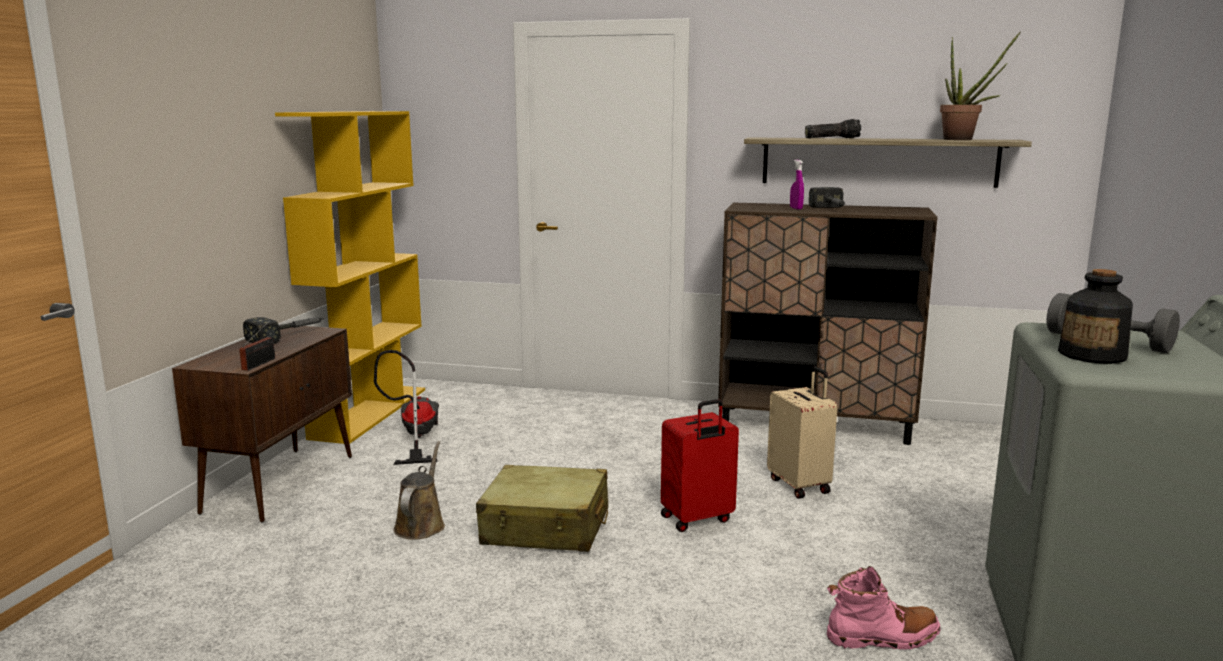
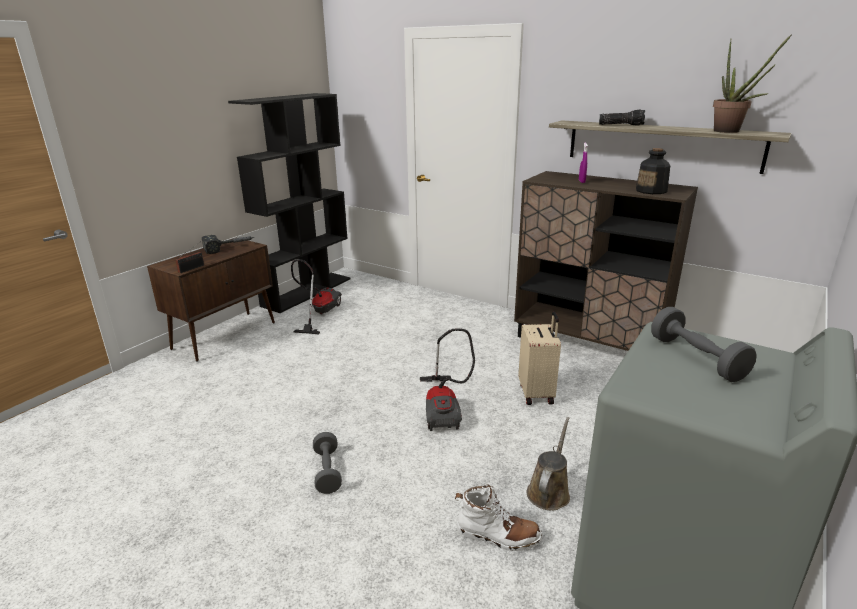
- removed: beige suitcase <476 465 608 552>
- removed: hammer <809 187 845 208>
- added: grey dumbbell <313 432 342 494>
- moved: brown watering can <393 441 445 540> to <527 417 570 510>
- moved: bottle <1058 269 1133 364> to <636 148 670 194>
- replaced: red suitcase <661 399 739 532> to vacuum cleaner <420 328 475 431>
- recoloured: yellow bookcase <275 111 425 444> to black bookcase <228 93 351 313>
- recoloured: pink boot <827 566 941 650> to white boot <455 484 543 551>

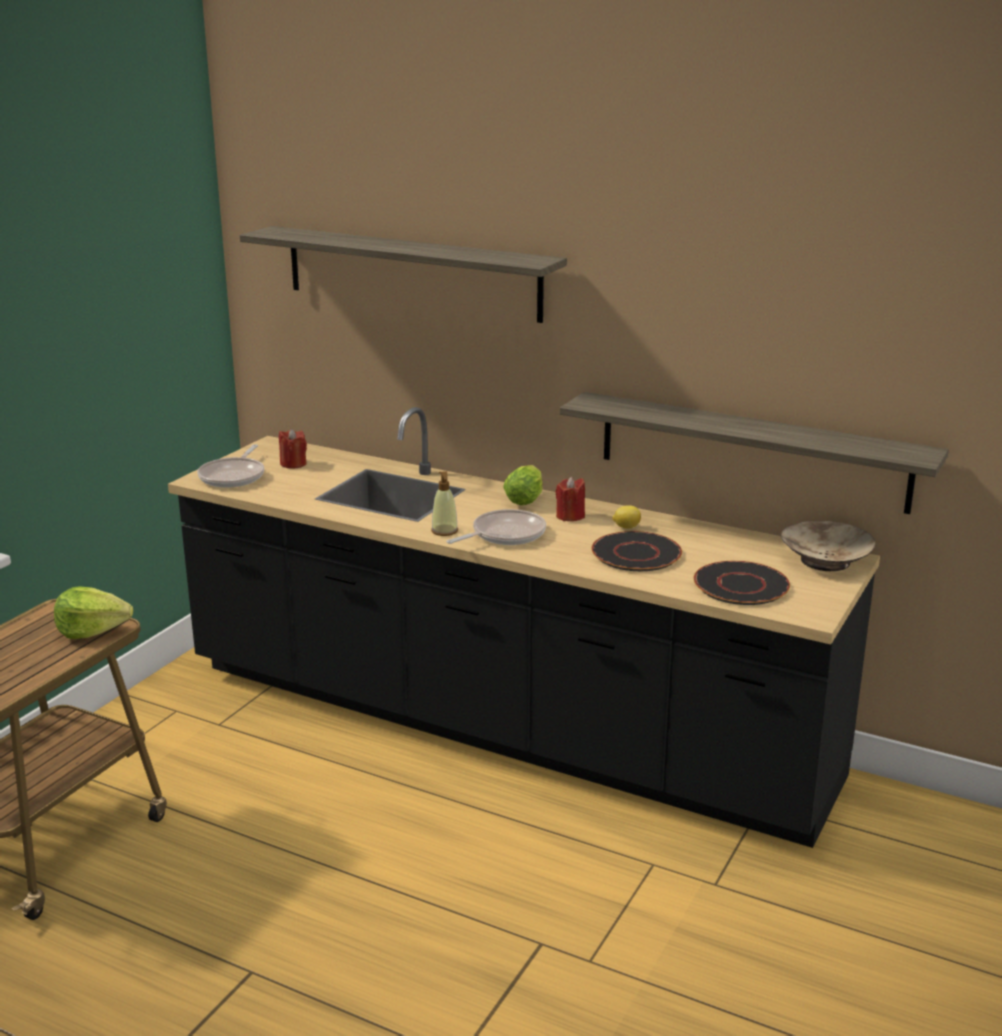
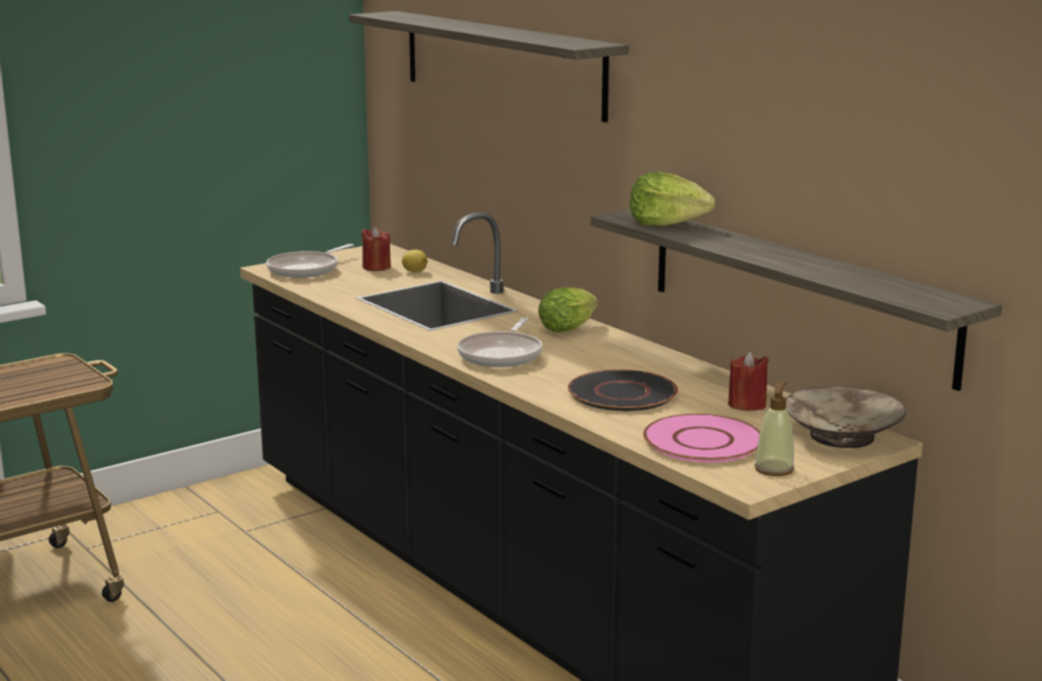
- moved: lettuce <54 586 133 639> to <629 172 715 226>
- moved: soap dispenser <431 471 458 536> to <755 382 794 476>
- moved: red candle <555 476 585 521> to <728 352 769 411>
- moved: lemon <612 505 641 529> to <402 250 427 272>
- recoloured: black plate <693 561 790 605> to pink plate <643 414 760 463>
- turned: frying pan <447 509 546 545> = <457 317 543 367> 120 degrees clockwise

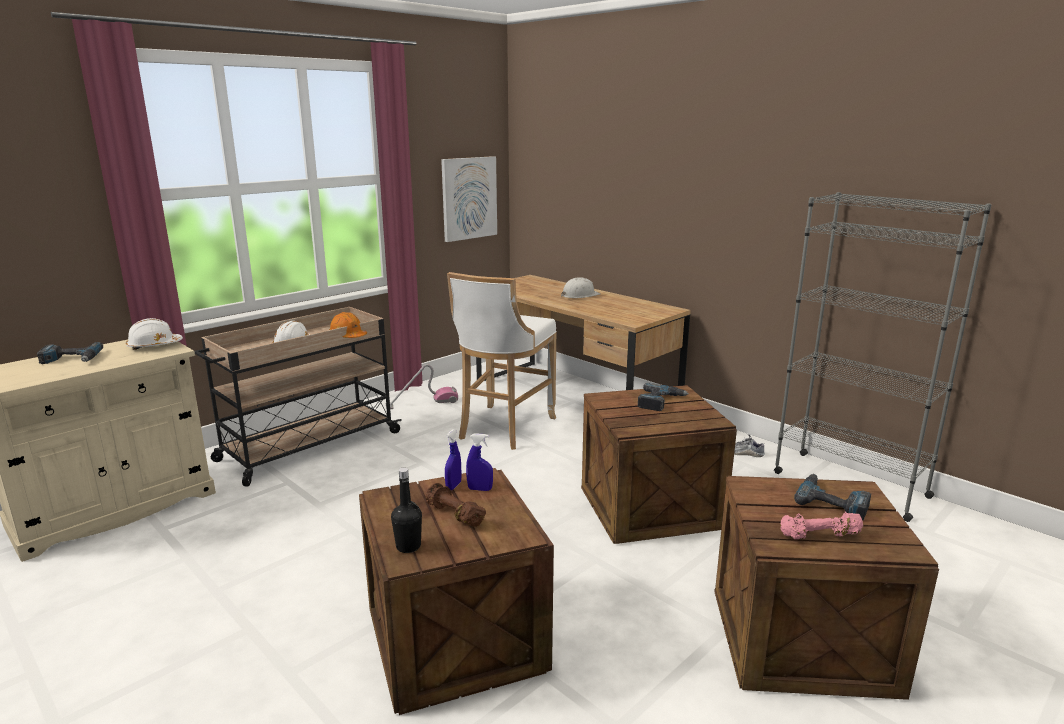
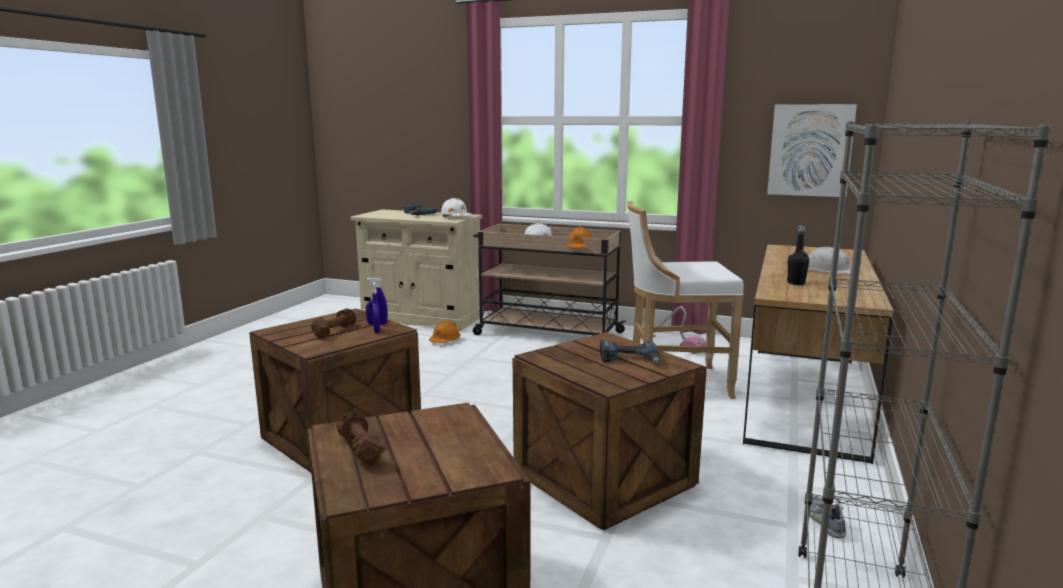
- removed: power drill <794 474 871 520>
- added: orange hard hat <429 321 460 343>
- moved: black bottle <391 468 422 553> to <787 226 809 285>
- recoloured: pink dumbbell <780 512 863 539> to brown dumbbell <336 412 385 465>

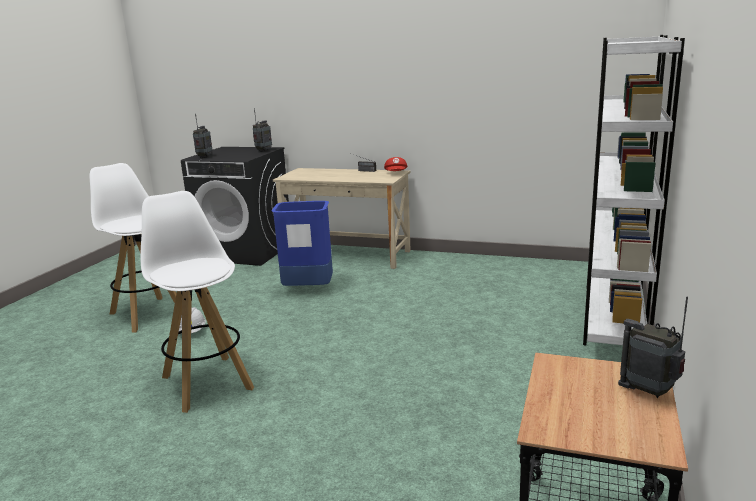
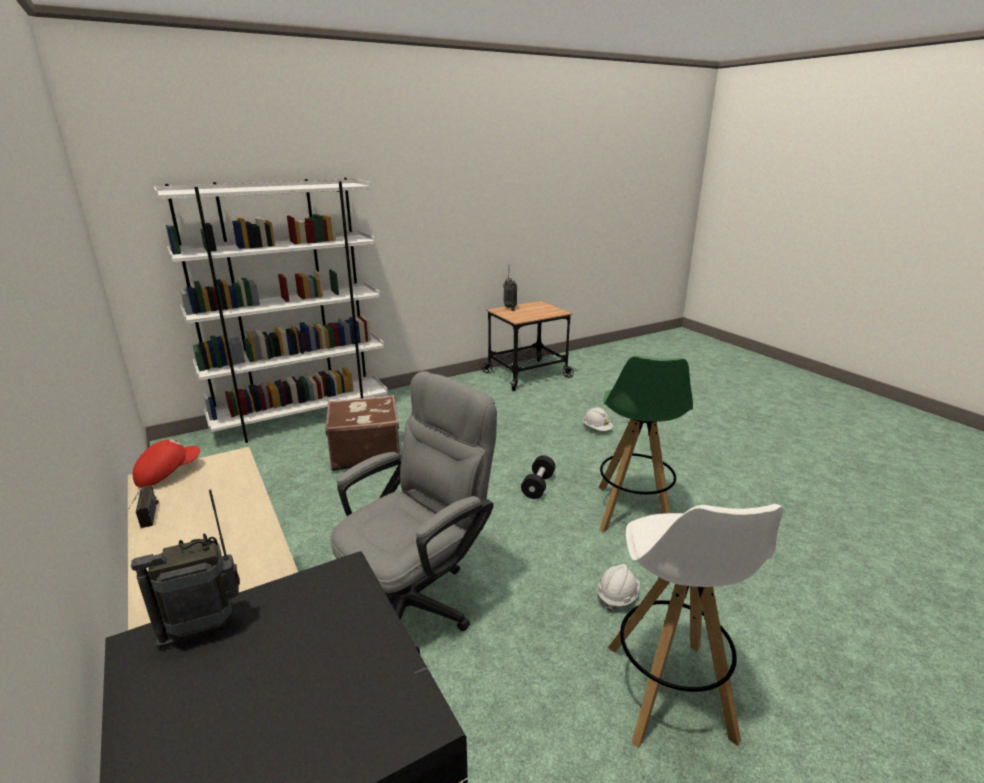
- removed: radio <193 113 213 158>
- added: brown suitcase <325 395 400 471>
- added: black dumbbell <521 455 555 499>
- added: white hard hat <583 407 613 431>
- replaced: blue trash can <271 201 333 286> to grey office chair <330 371 497 631>
- recoloured: white stool <140 191 254 413> to green stool <598 355 693 532>

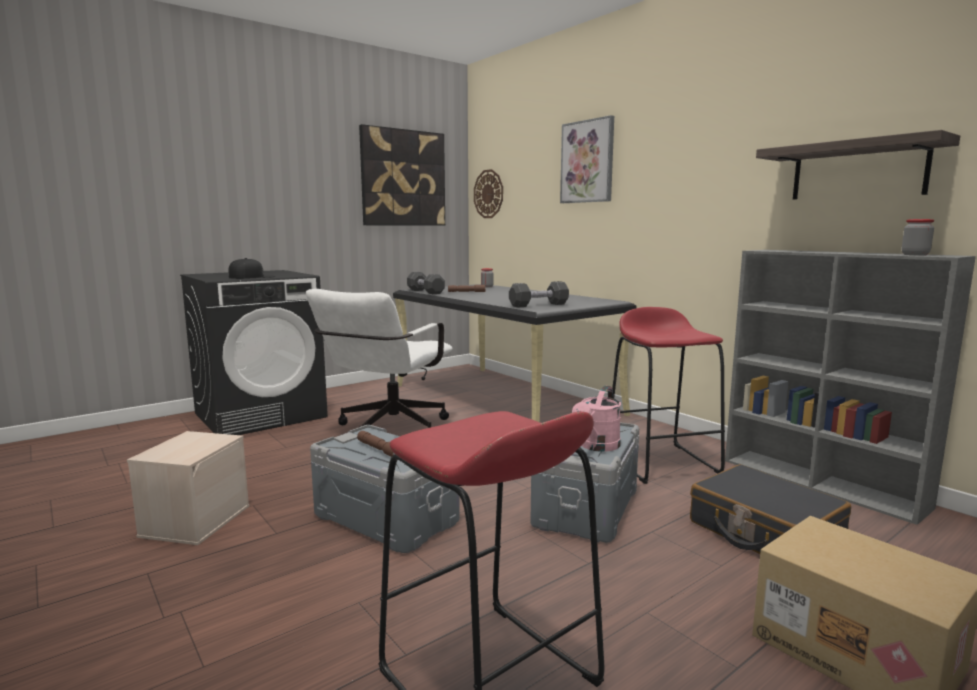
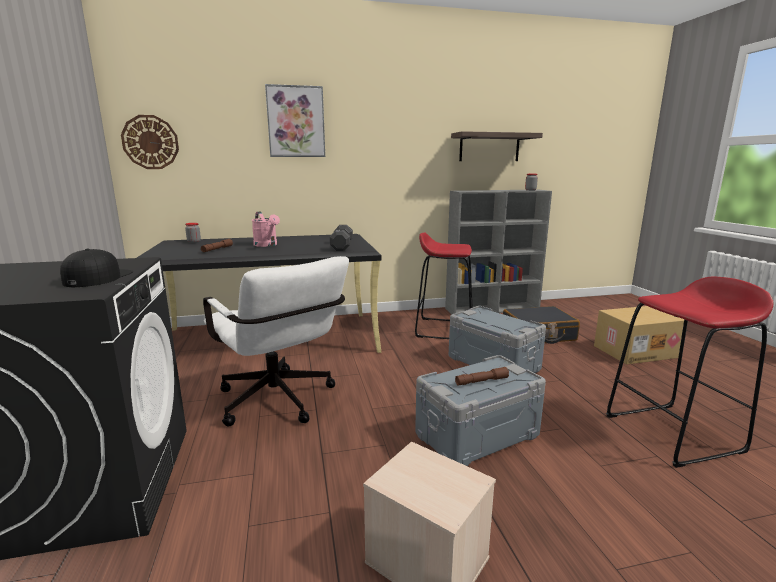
- removed: picture <359 124 445 226>
- removed: black dumbbell <407 272 445 294>
- moved: pink watering can <572 386 621 452> to <252 212 280 247>

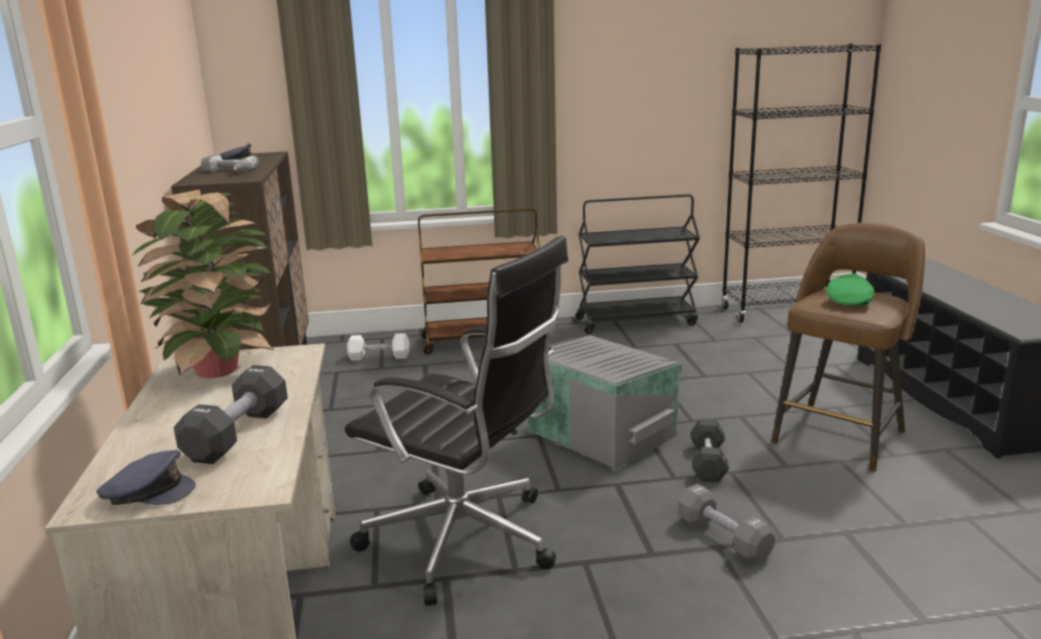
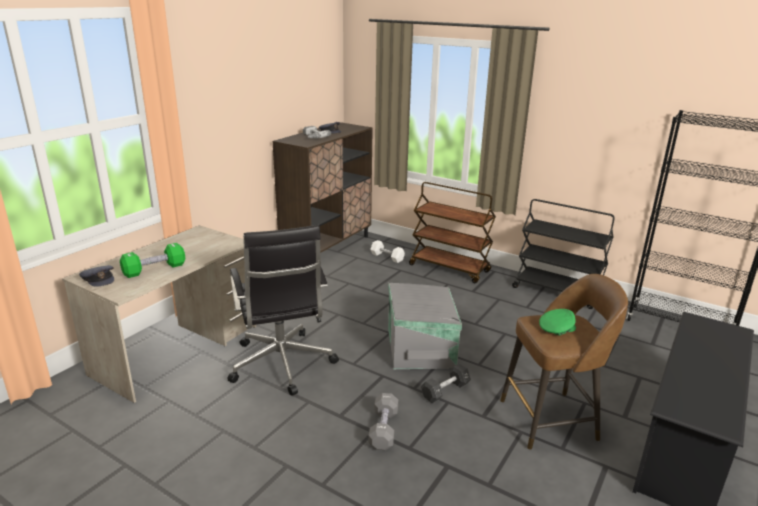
- removed: potted plant <133 190 274 378>
- recoloured: black dumbbell <174 365 288 464> to green dumbbell <120 243 186 278>

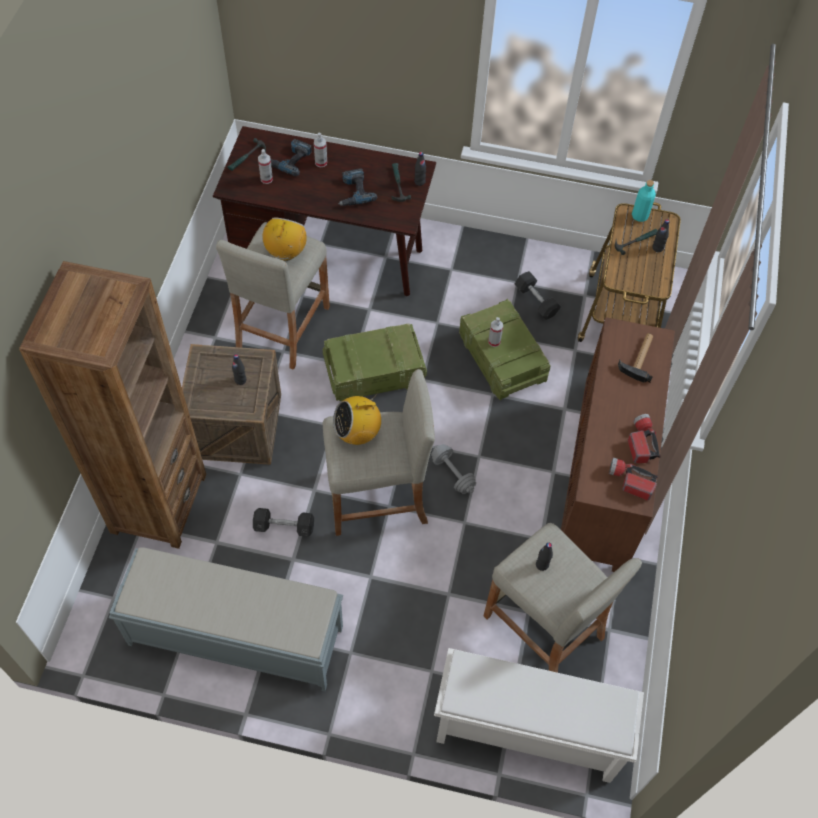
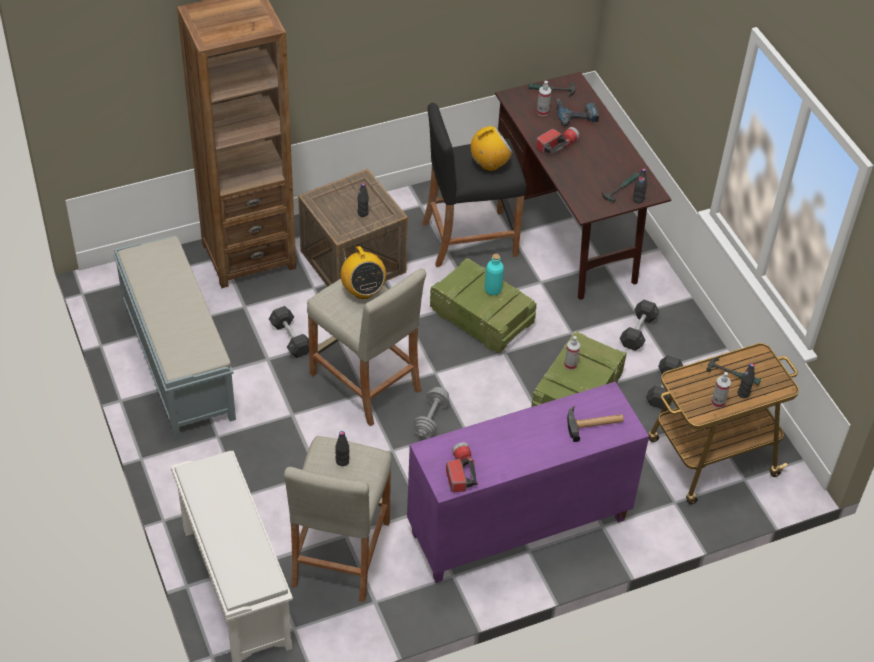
- removed: power drill <338 168 377 206>
- added: grey dumbbell <620 299 659 351>
- moved: spray bottle <314 132 327 168> to <711 372 731 408>
- moved: flashlight <628 414 661 463> to <536 127 579 154>
- moved: turquoise bottle <632 180 656 222> to <485 254 504 295>
- recoloured: beige stool <216 222 330 370> to black stool <422 103 526 267>
- recoloured: brown cabinet <561 317 675 572> to purple cabinet <407 382 649 583>
- turned: radio <333 393 381 445> = <341 246 386 299> 150 degrees counterclockwise

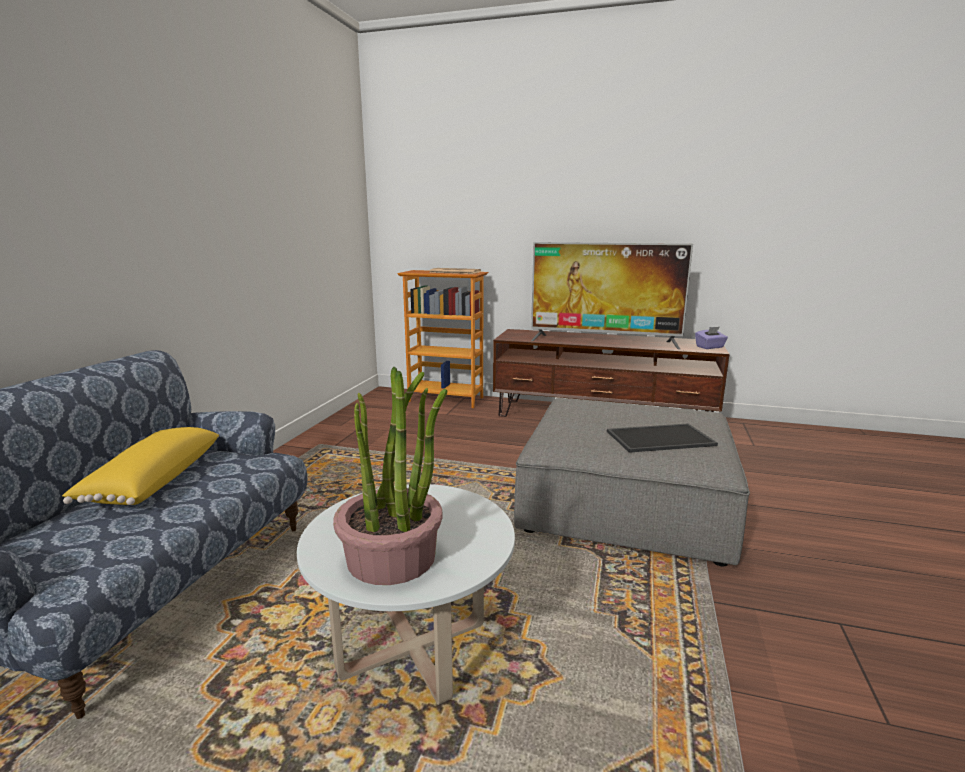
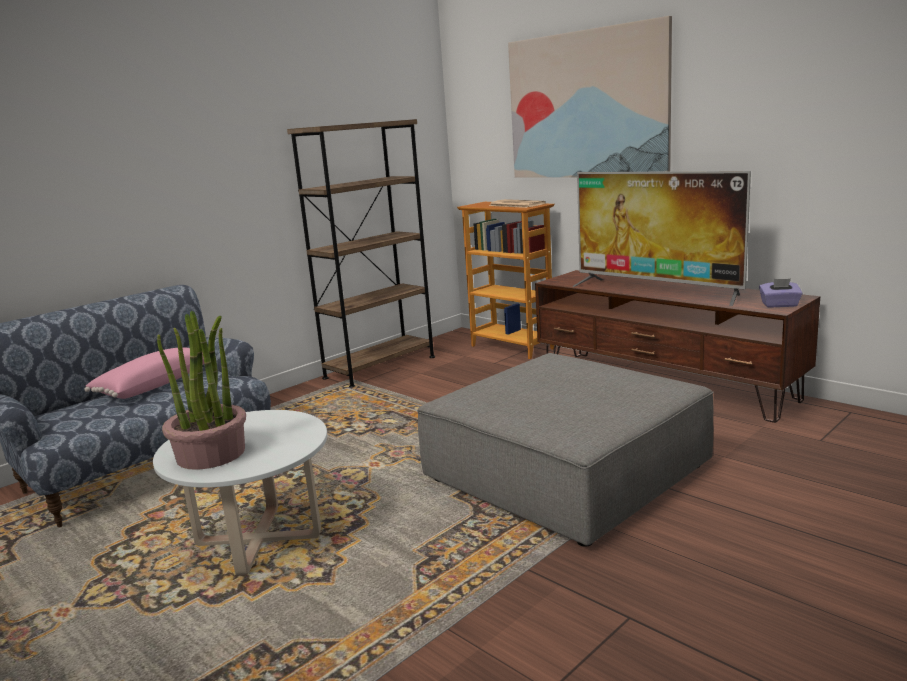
- removed: tray <607 424 718 453>
- added: brown bookcase <287 119 435 387>
- added: picture <508 16 672 178>
- recoloured: yellow pillow <62 427 219 505> to pink pillow <84 347 205 399>

